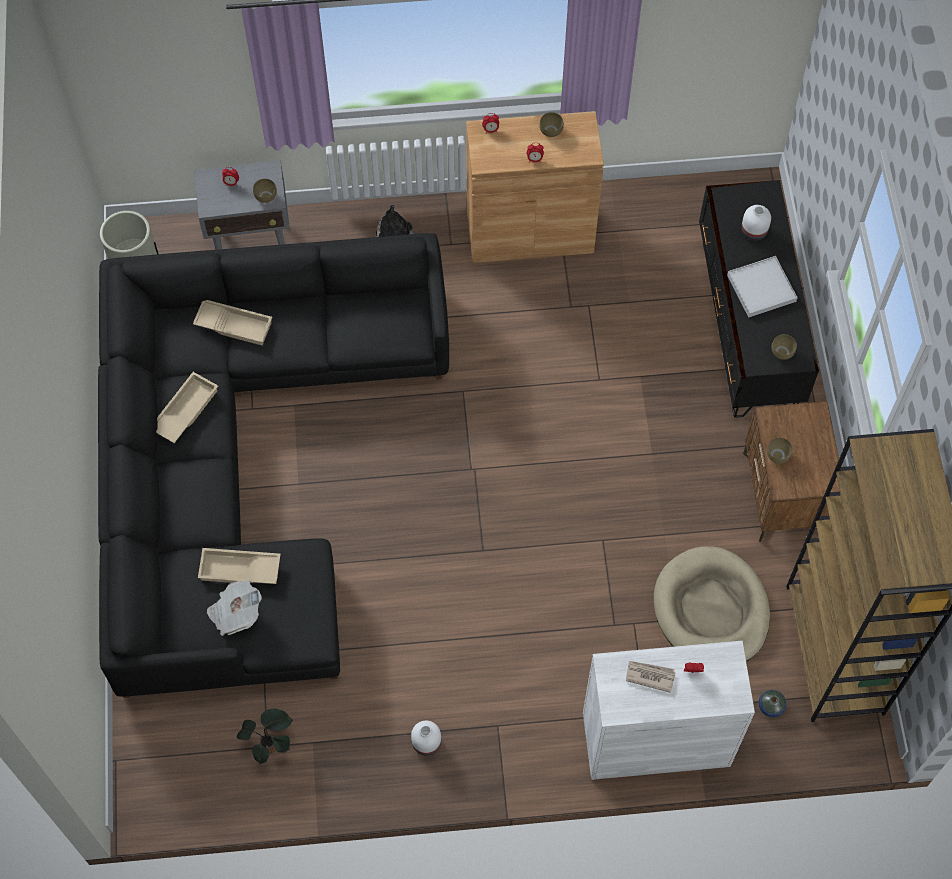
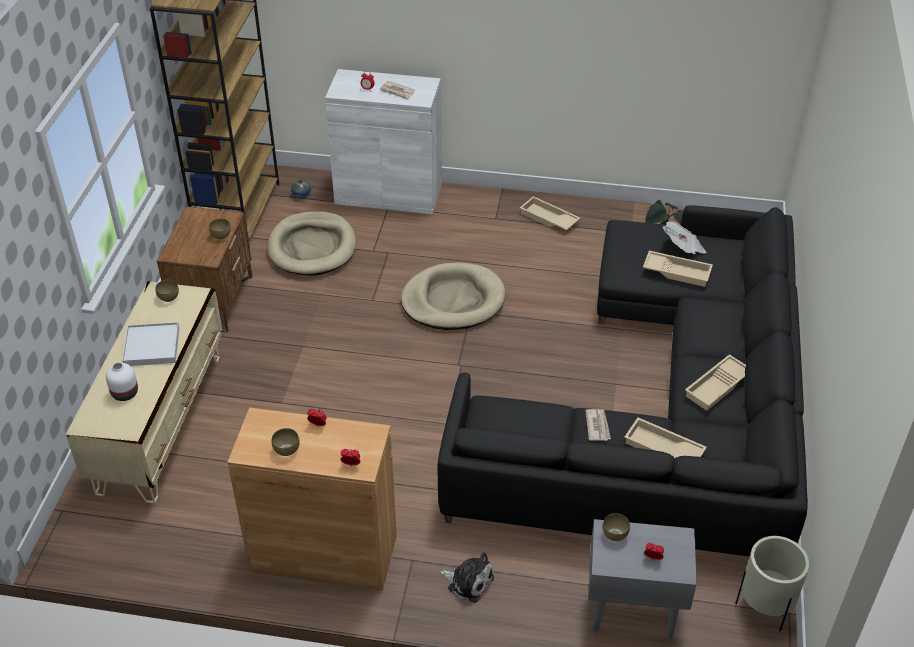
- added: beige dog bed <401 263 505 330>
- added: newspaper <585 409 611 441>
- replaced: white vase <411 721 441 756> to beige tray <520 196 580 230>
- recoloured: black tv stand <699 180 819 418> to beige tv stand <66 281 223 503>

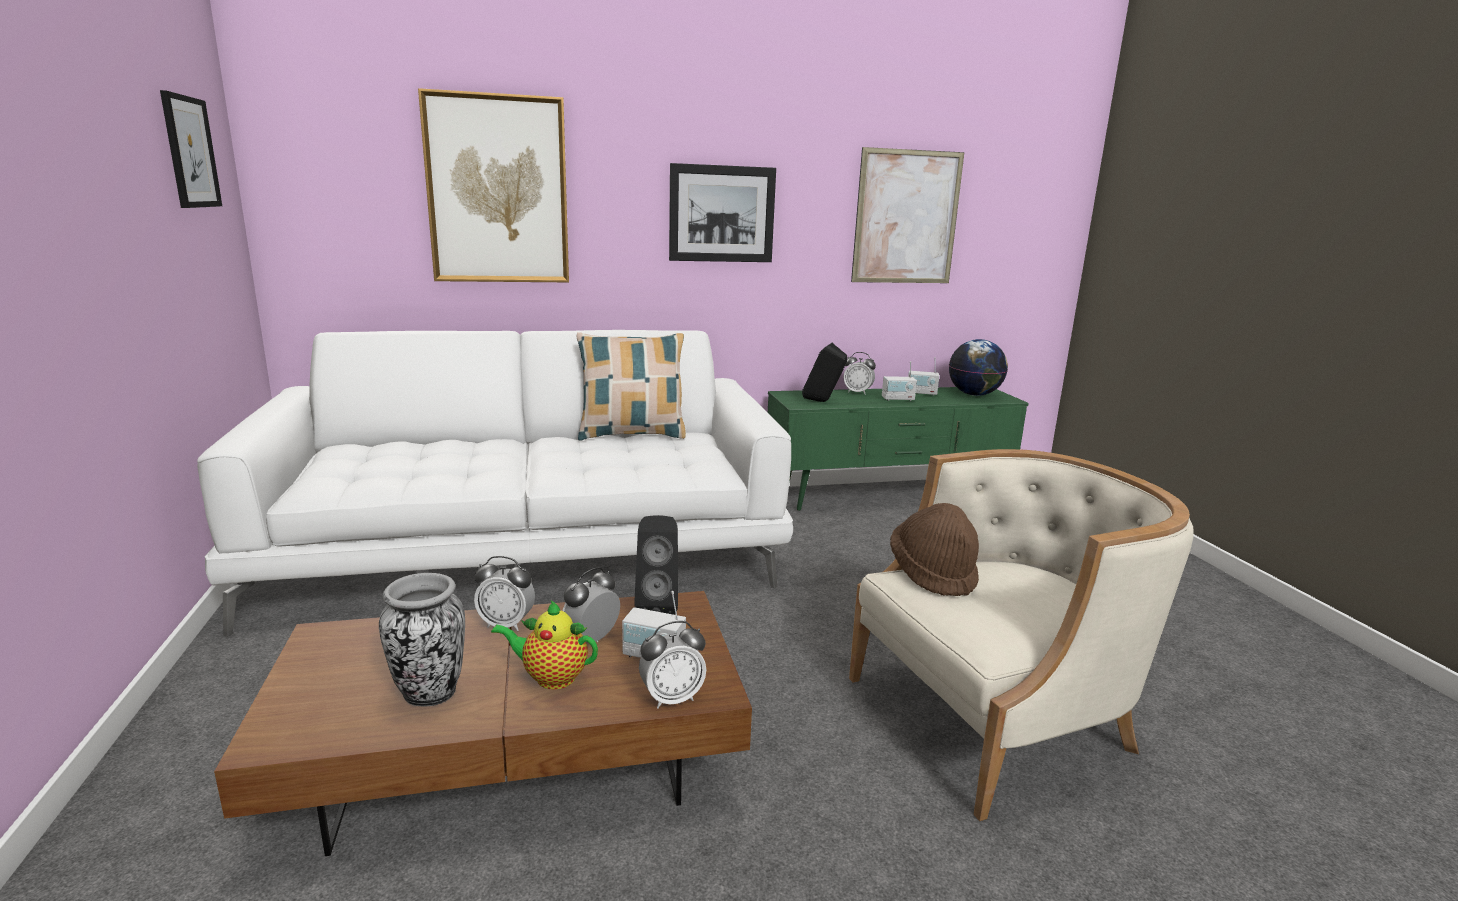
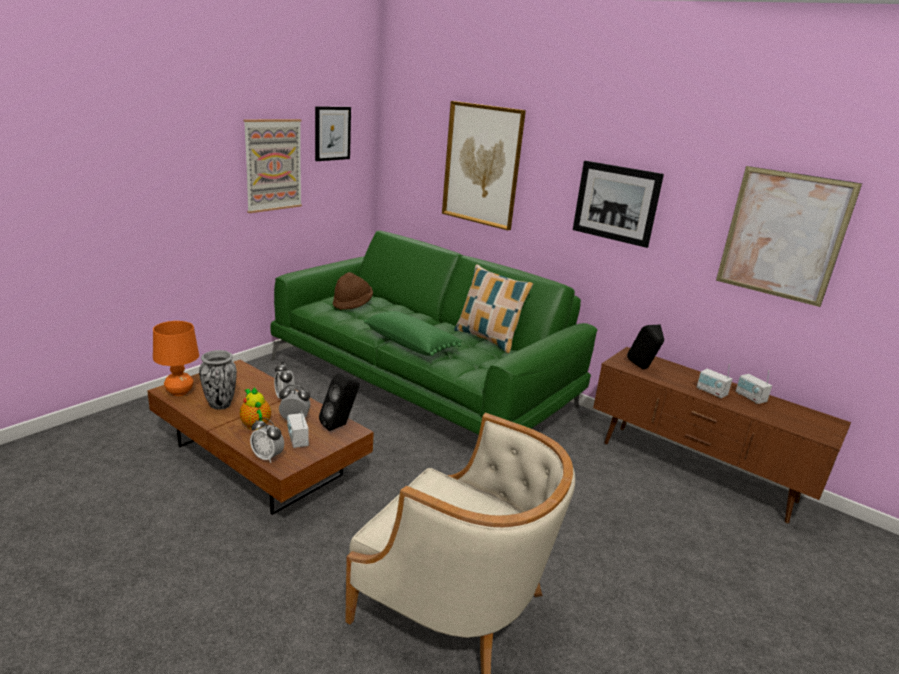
- removed: alarm clock <844 352 876 395>
- removed: globe <949 339 1008 396>
- added: orange table lamp <153 321 199 396>
- added: picture <243 119 302 213>
- added: green pillow <364 311 462 356>
- moved: brown hat <890 503 979 596> to <333 272 373 310>
- recoloured: white sofa <197 330 793 637> to green sofa <270 230 597 435>
- recoloured: green tv stand <768 387 1029 511> to brown tv stand <593 347 851 523>

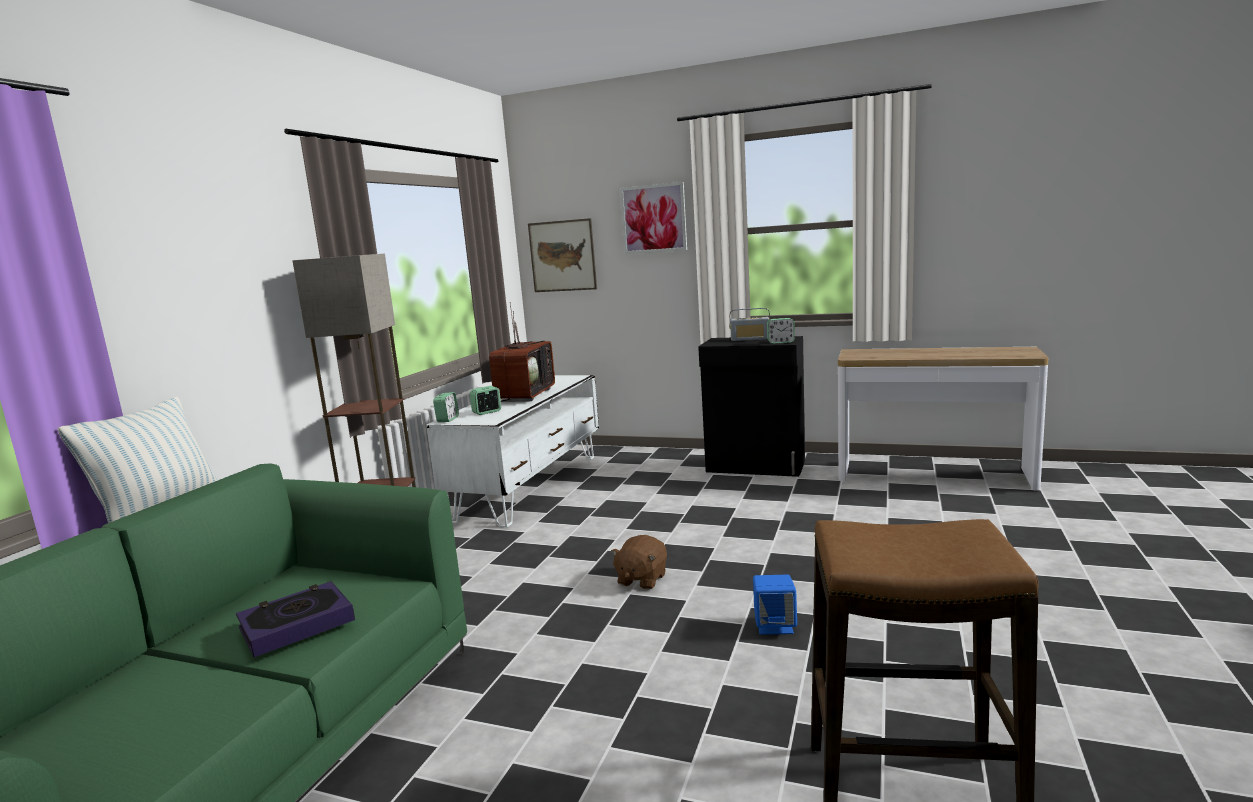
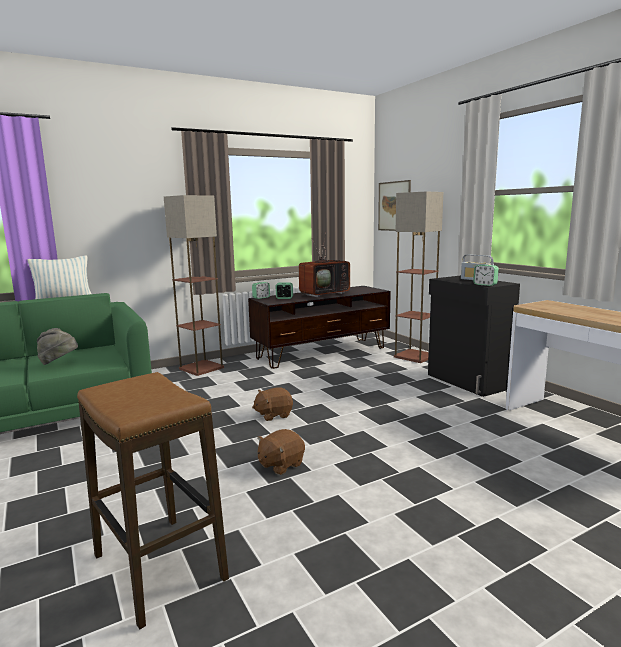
- removed: picture <620 182 687 254>
- added: floor lamp <394 191 443 363>
- replaced: book <236 581 355 657> to grey hat <37 328 78 365>
- replaced: blue speaker <753 574 797 635> to brown plush toy <257 429 305 475>
- recoloured: white tv stand <426 375 599 527> to brown tv stand <248 286 391 369>

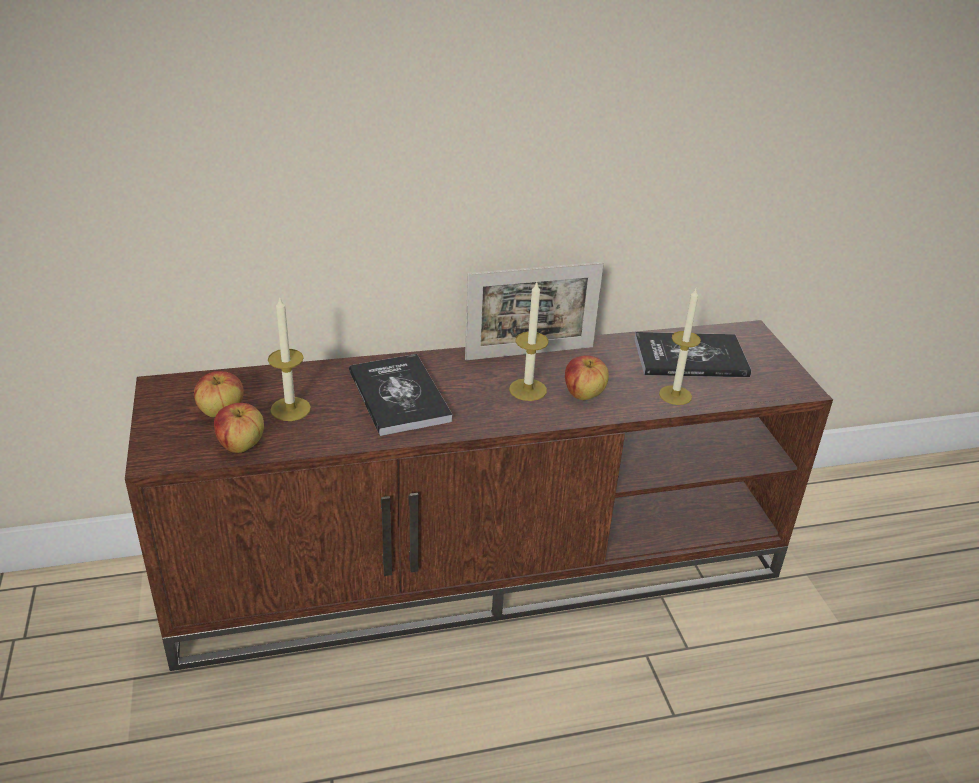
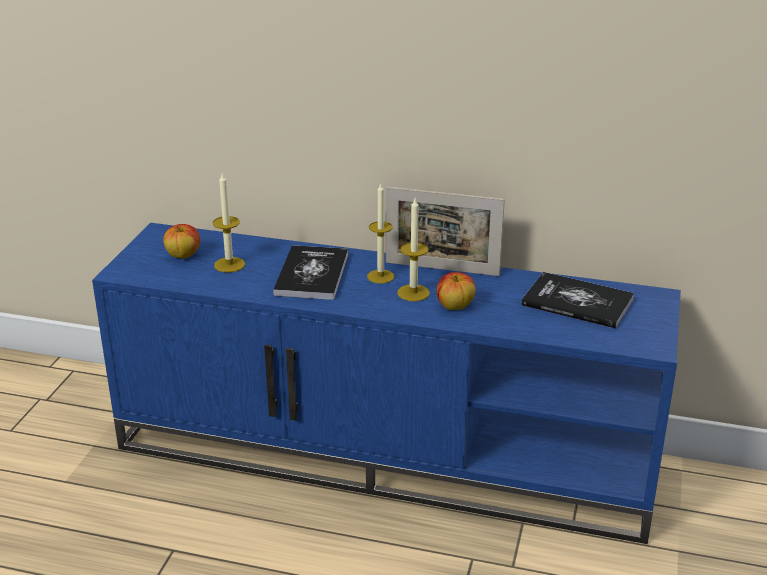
- removed: apple <214 403 264 453>
- moved: candle <659 288 701 405> to <367 183 394 284>
- recoloured: brown tv stand <125 320 833 671> to blue tv stand <92 223 681 544>

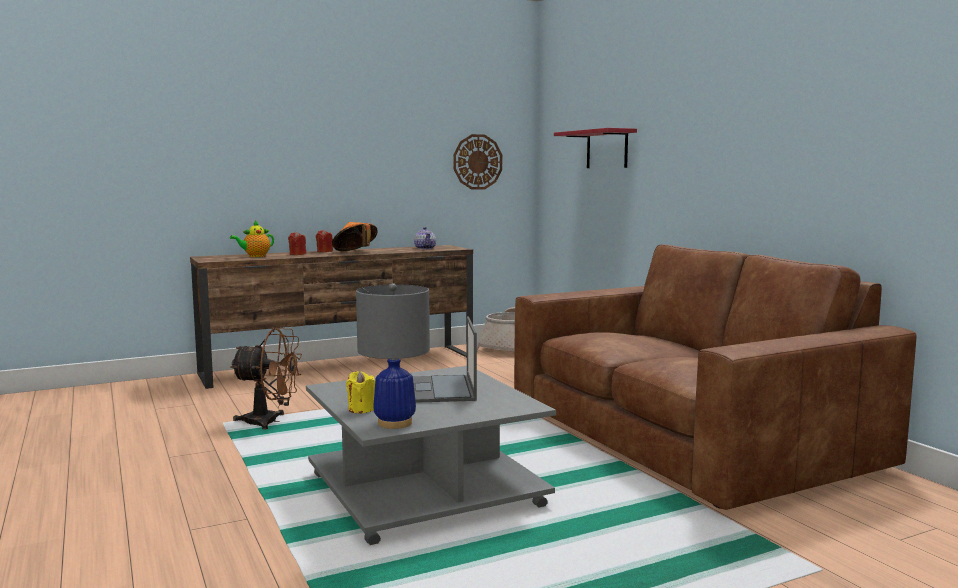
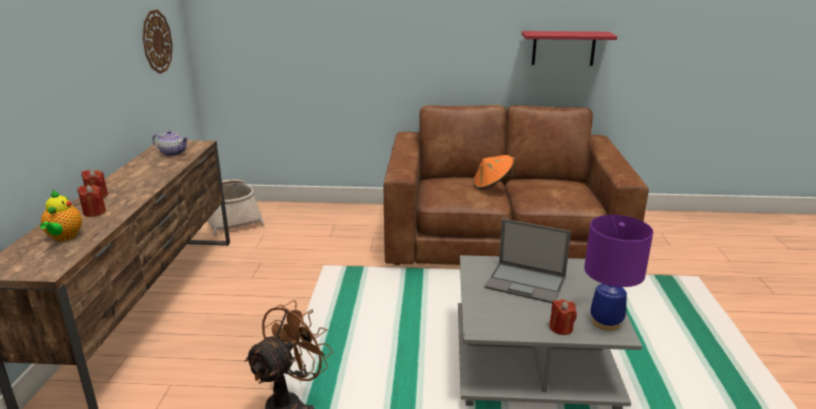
- moved: orange hat <332 222 378 251> to <473 155 516 190>
- moved: red shelf <554 128 637 168> to <522 31 618 66>
- recoloured: yellow candle <346 371 375 413> to red candle <549 299 577 335>
- recoloured: grey table lamp <356 283 430 429> to purple table lamp <584 215 653 331>

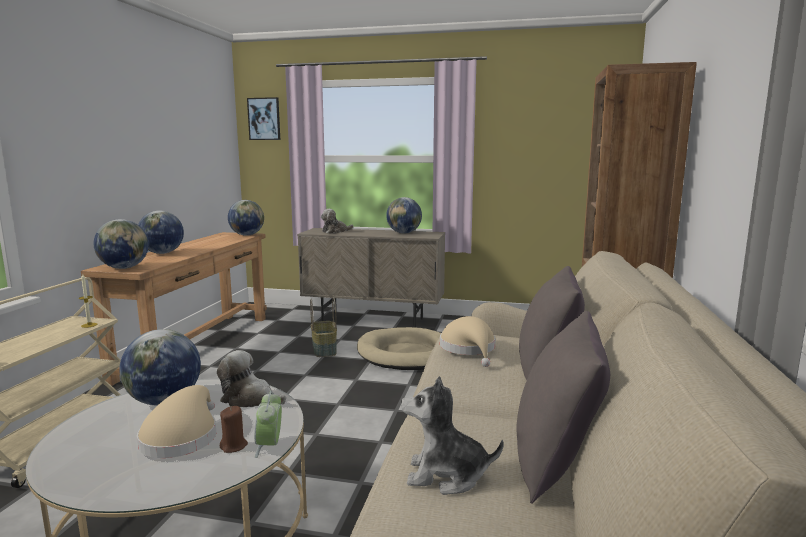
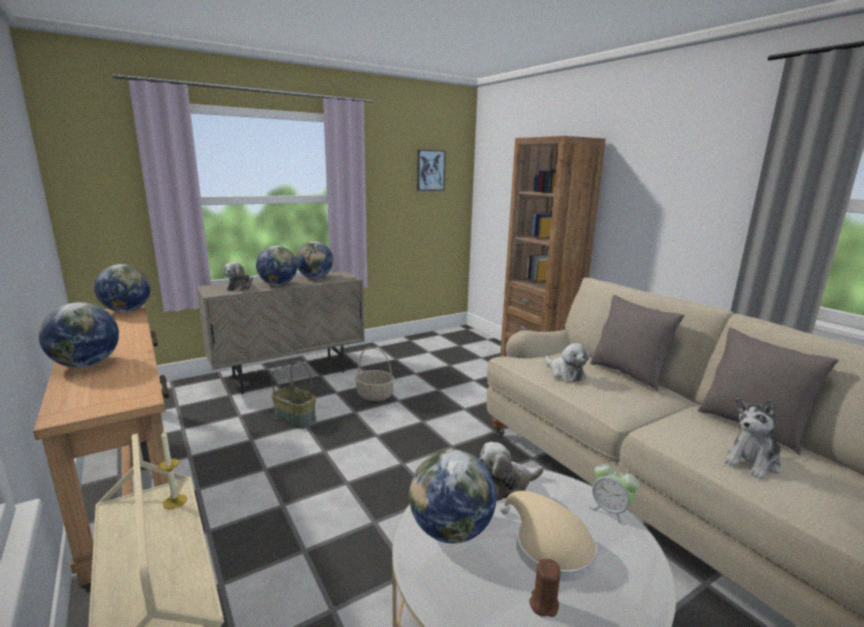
- moved: globe <94 219 149 269> to <256 246 297 286>
- moved: brown candle <220 406 248 453> to <529 559 561 617>
- moved: picture <247 97 280 140> to <417 150 446 191>
- replaced: beige dog bed <357 327 441 370> to basket <355 346 394 401>
- replaced: beige hat <440 316 496 367> to plush toy <545 343 590 382>

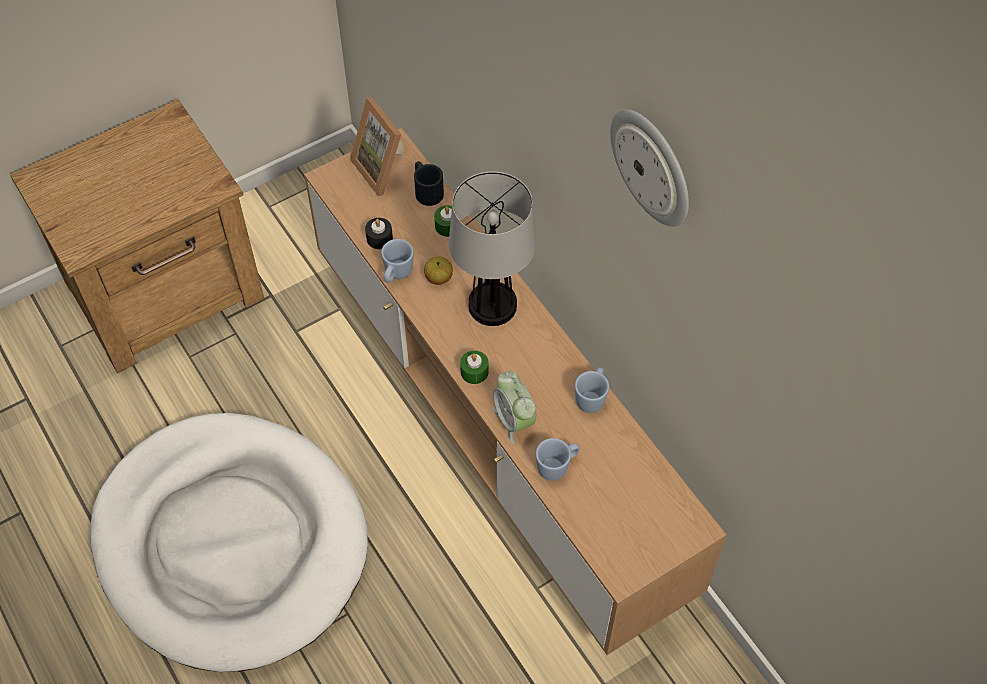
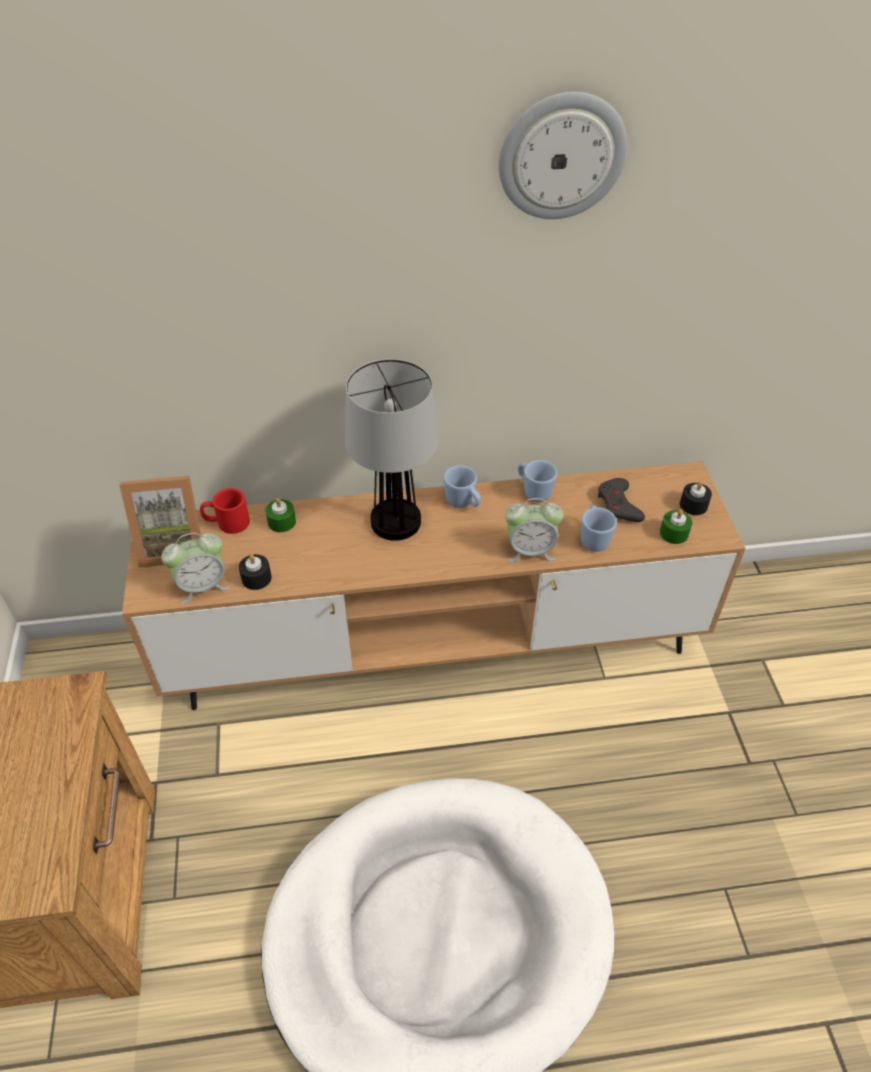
- removed: apple <424 257 453 285>
- added: alarm clock <161 533 230 604>
- added: grey game controller <598 478 645 522>
- added: black candle <680 481 712 515>
- moved: blue mug <381 239 414 283> to <443 465 481 508>
- moved: green candle <460 350 488 384> to <660 509 692 544>
- recoloured: black mug <414 161 444 206> to red mug <200 488 250 534>

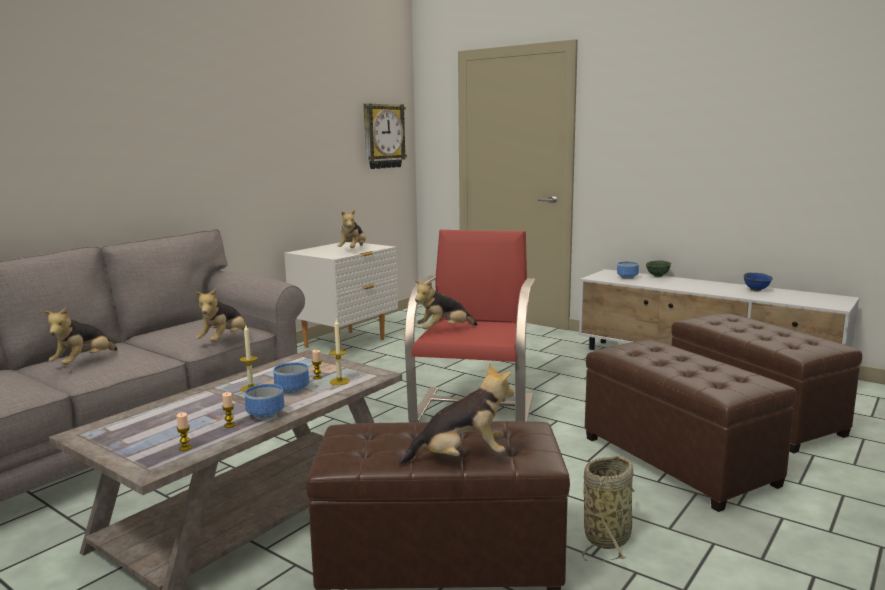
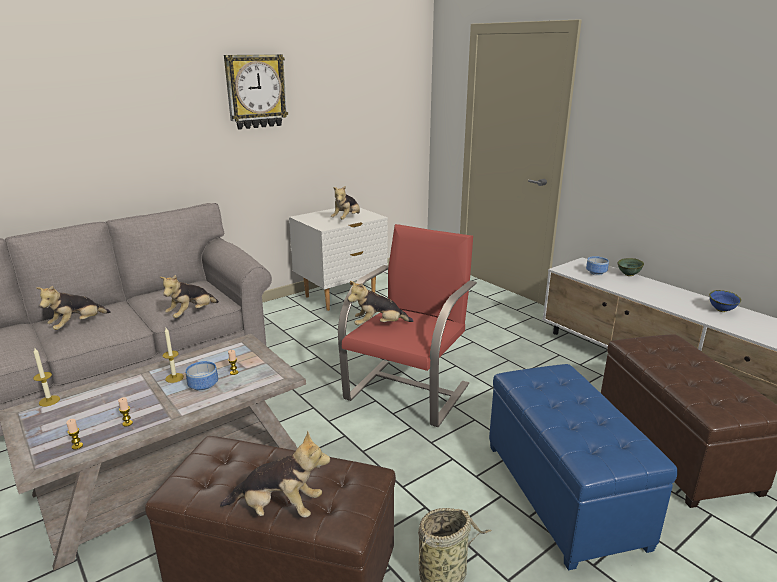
- removed: bowl <245 384 284 420>
- moved: candle <329 318 350 385> to <33 348 60 406>
- moved: wall clock <364 103 407 169> to <224 54 288 129>
- recoloured: brown ottoman <585 340 797 512> to blue ottoman <489 364 678 570>

